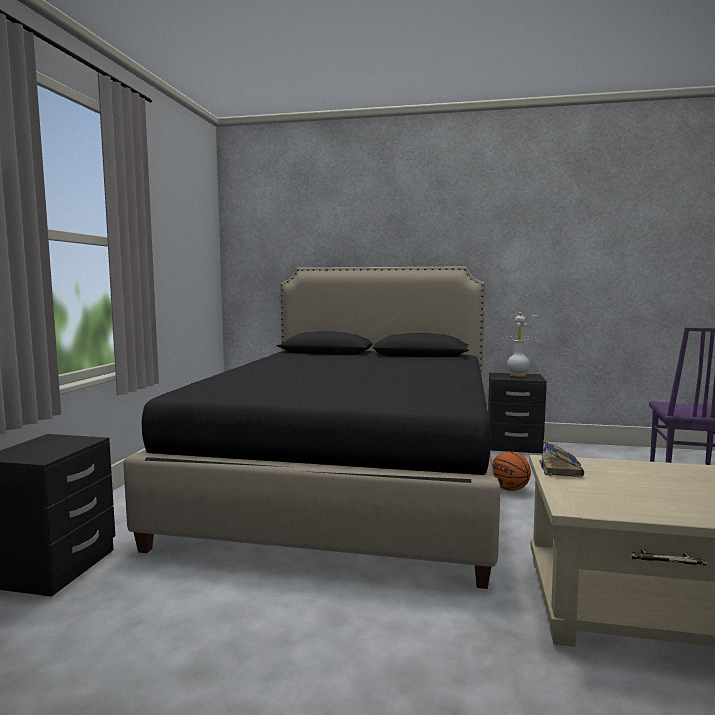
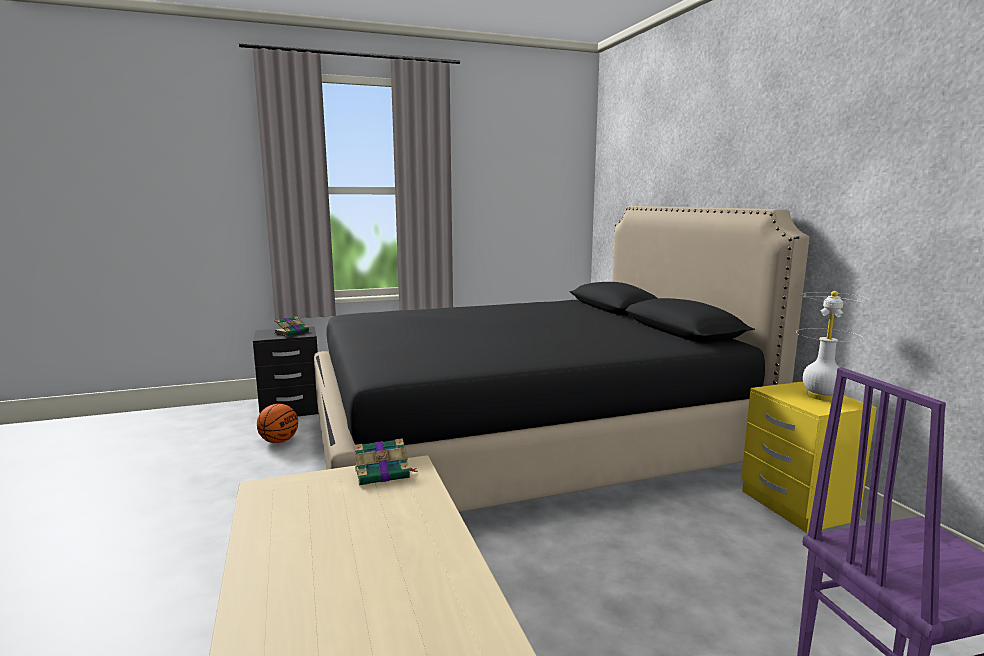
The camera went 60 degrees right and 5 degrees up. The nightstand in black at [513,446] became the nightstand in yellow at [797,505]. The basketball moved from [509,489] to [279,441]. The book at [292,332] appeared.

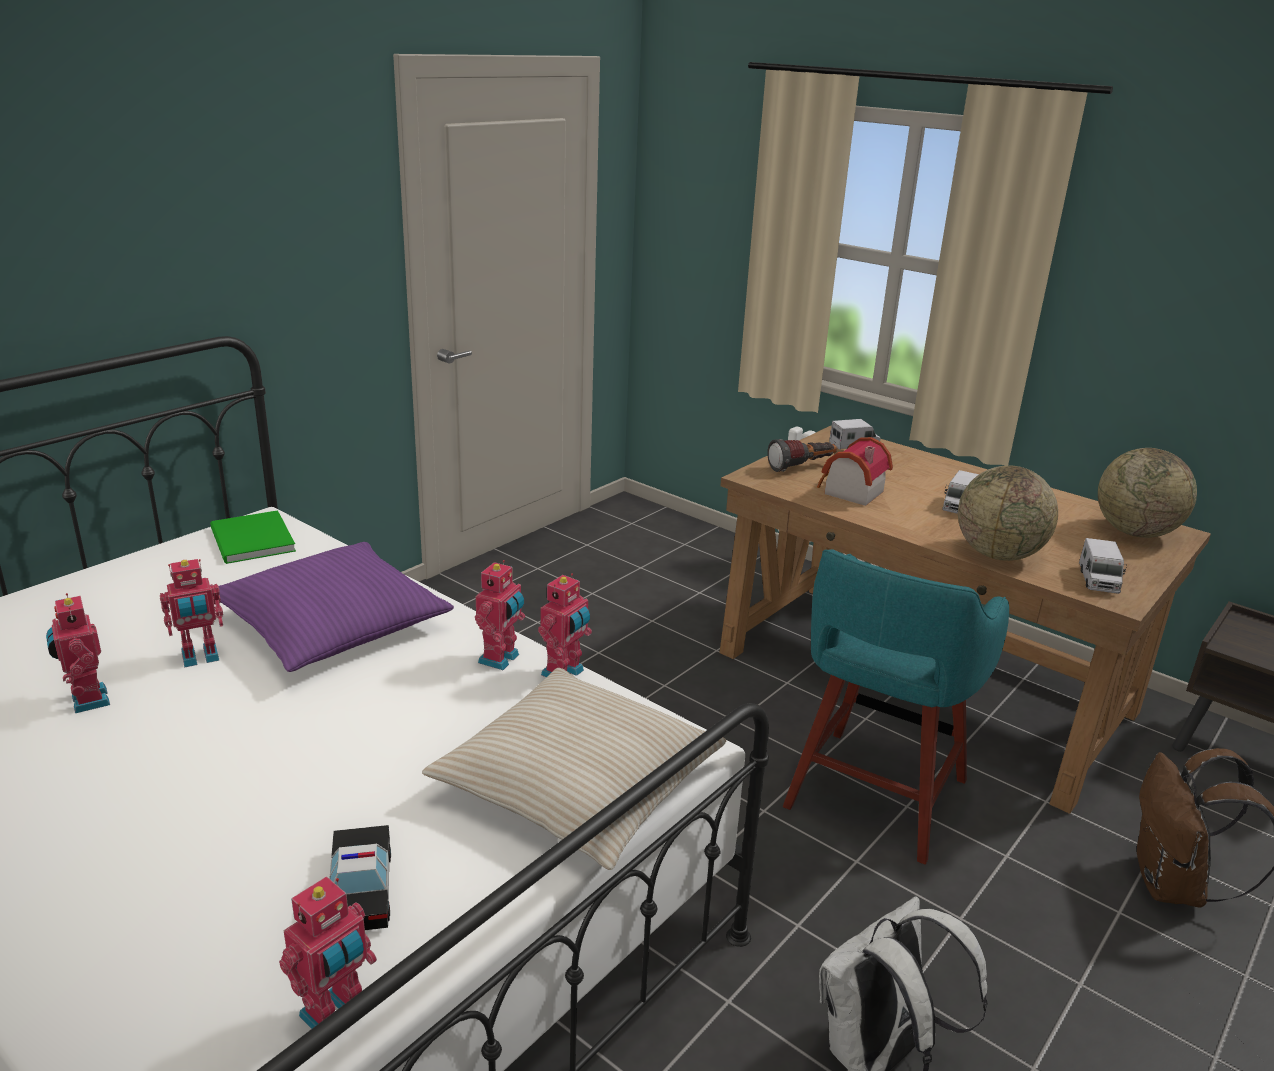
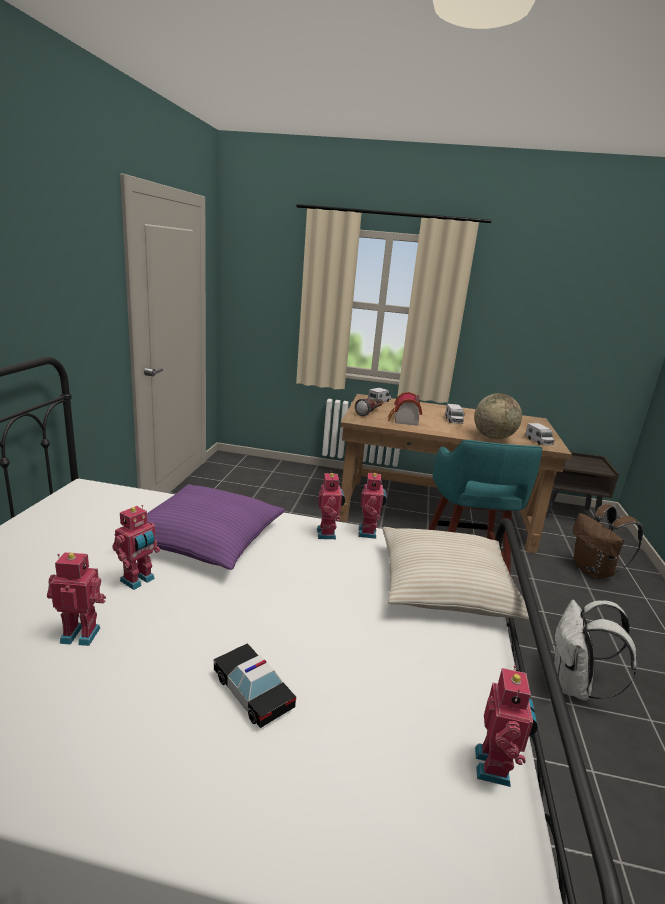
The camera went 30 degrees left and 5 degrees down. The toy robot at [87,700] turned 150 degrees clockwise. The book in green at [251,541] disappeared. The toy car moved from [361,889] to [253,691]. The globe at [1135,532] disappeared.

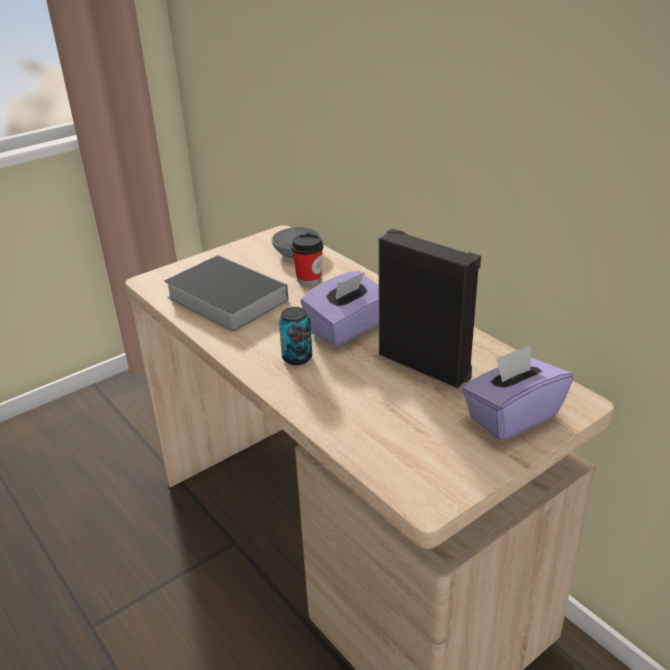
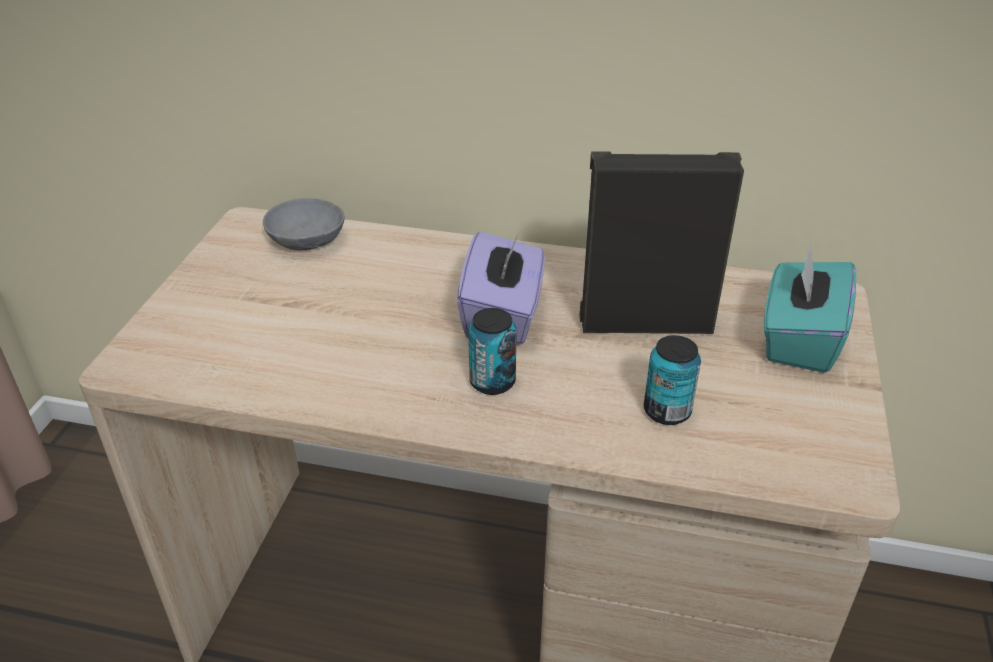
The camera went 40 degrees left and 5 degrees up. The book at [223,298] disappeared. The cup at [309,279] disappeared. The tissue box in purple at [512,416] became the tissue box in turquoise at [799,339]. The can at [667,411] appeared.

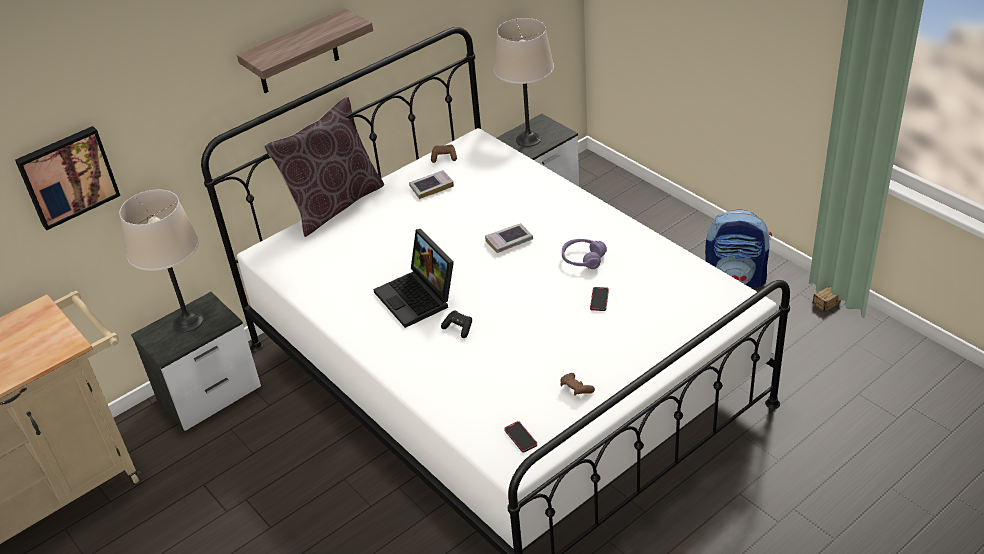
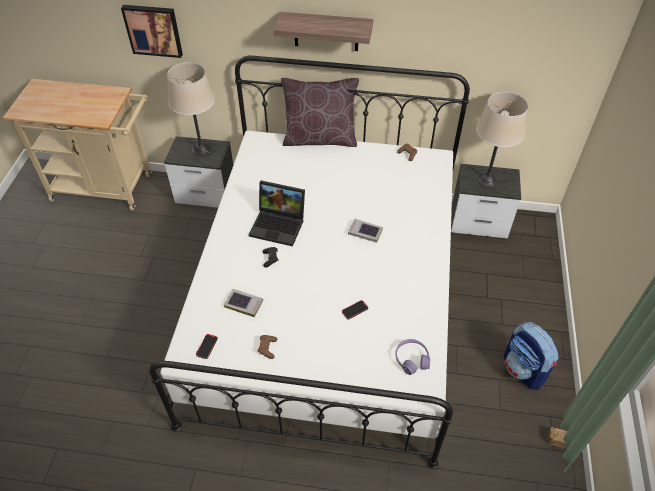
The camera went 45 degrees right and 10 degrees up. The laptop at [418,297] turned 90 degrees counterclockwise. The book moved from [431,187] to [244,304]. The headphones in purple moved from [583,259] to [411,359].

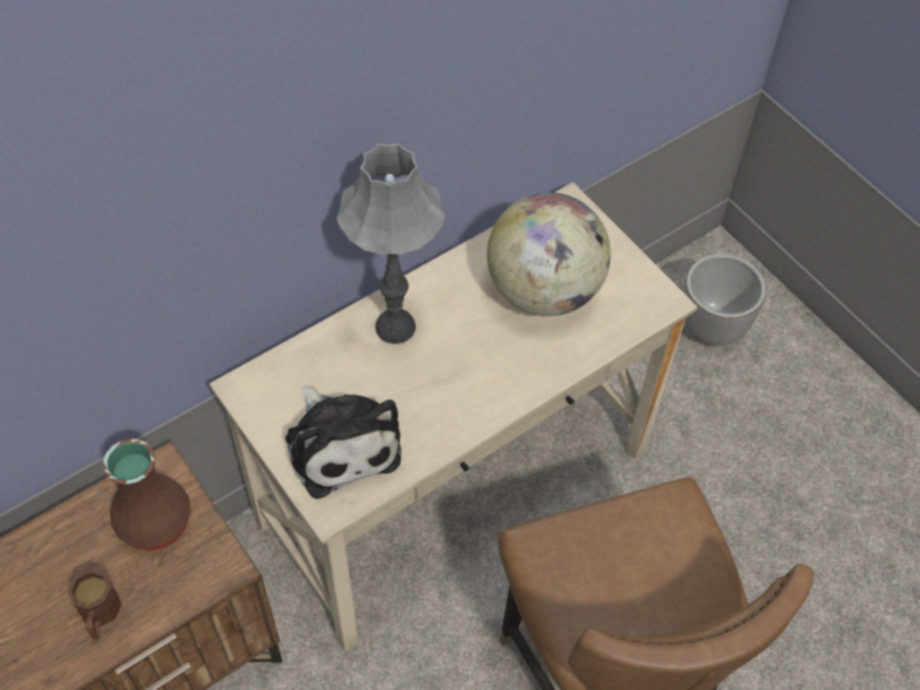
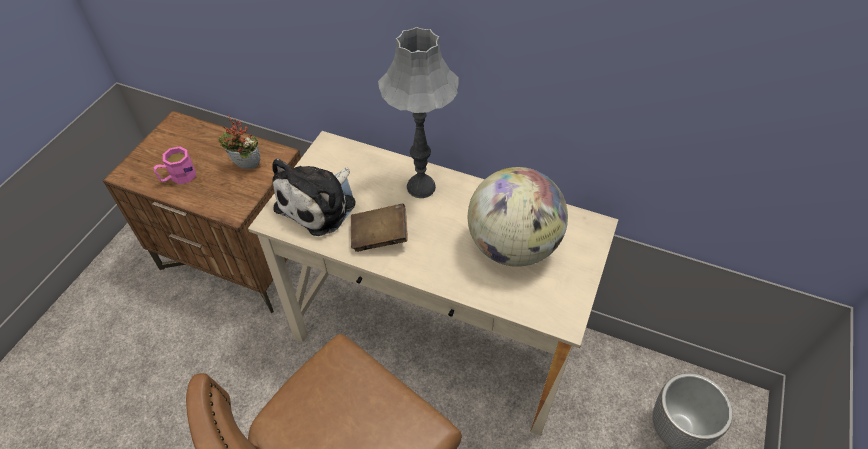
The camera went 60 degrees right and 5 degrees down. The mug in brown at [99,616] became the mug in pink at [178,177]. The vase in brown at [153,520] was replaced by the potted plant at [246,168]. The book in brown at [379,237] appeared.

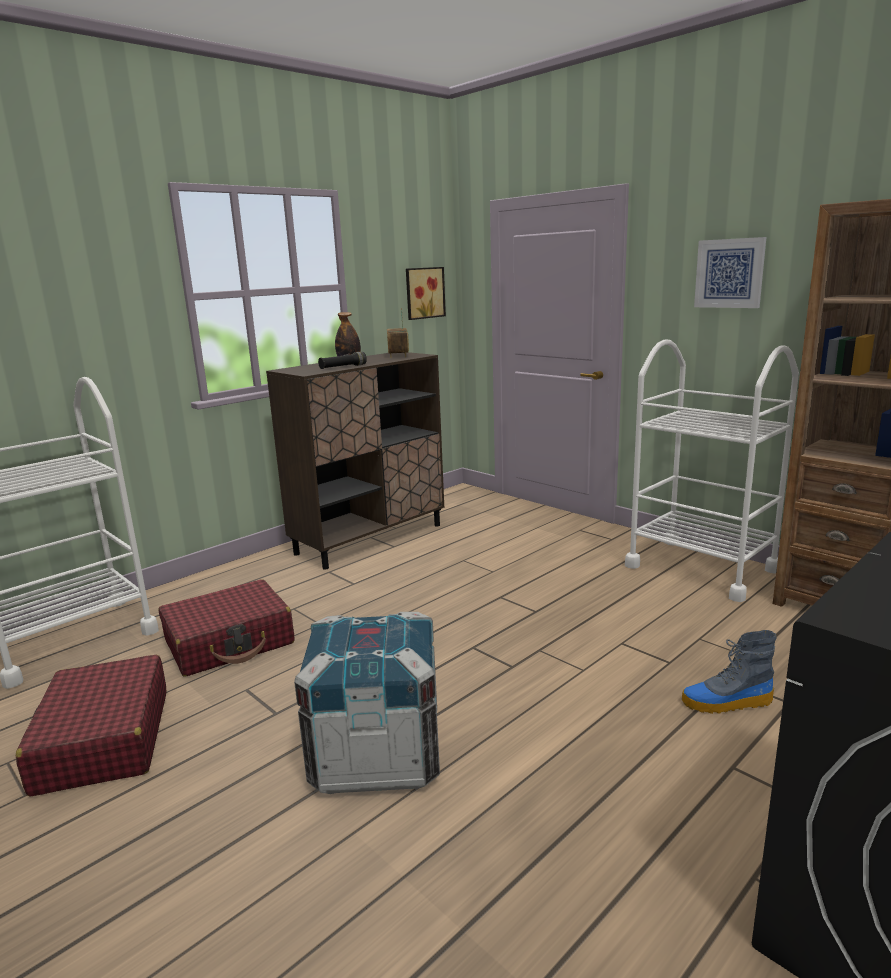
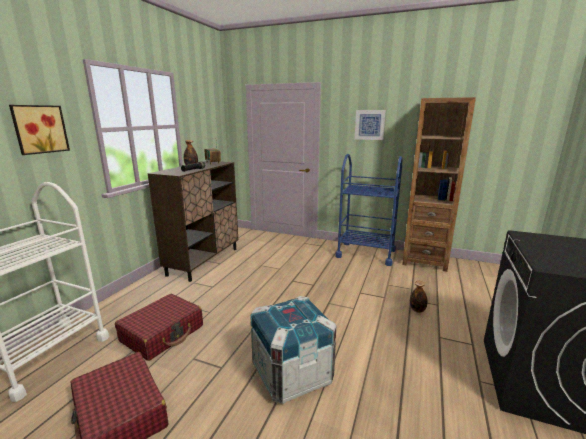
The camera went 25 degrees left and 0 degrees up. The picture moved from [423,293] to [39,129]. The cart in white at [701,568] became the cart in blue at [366,253]. The boot at [726,703] was replaced by the bottle at [417,310].

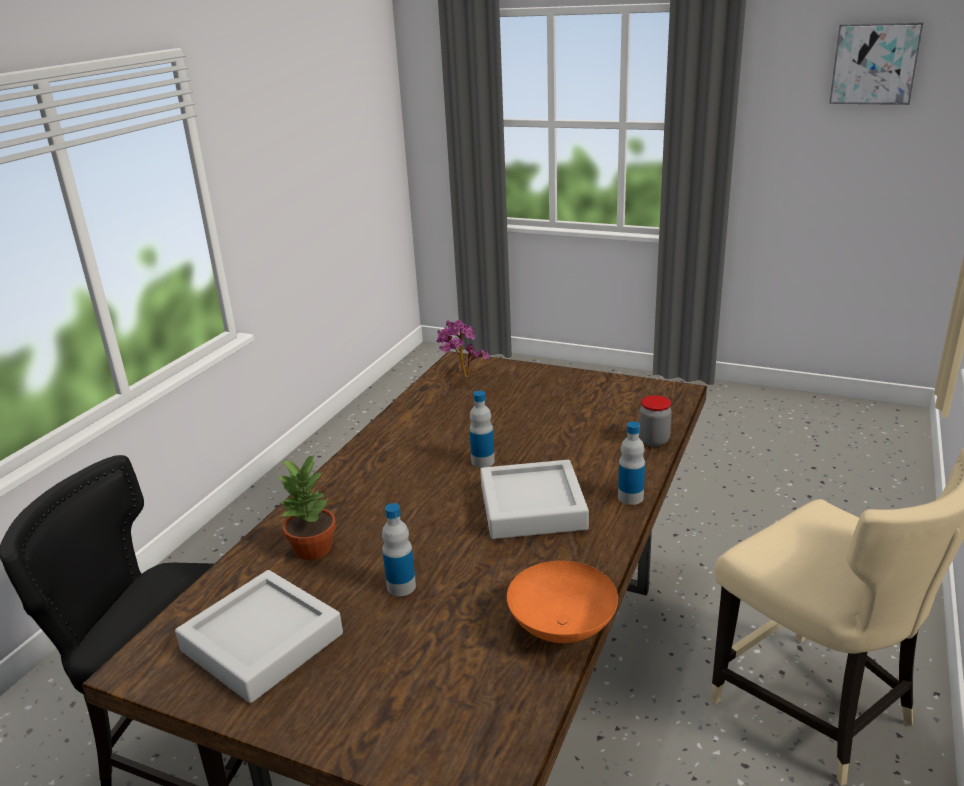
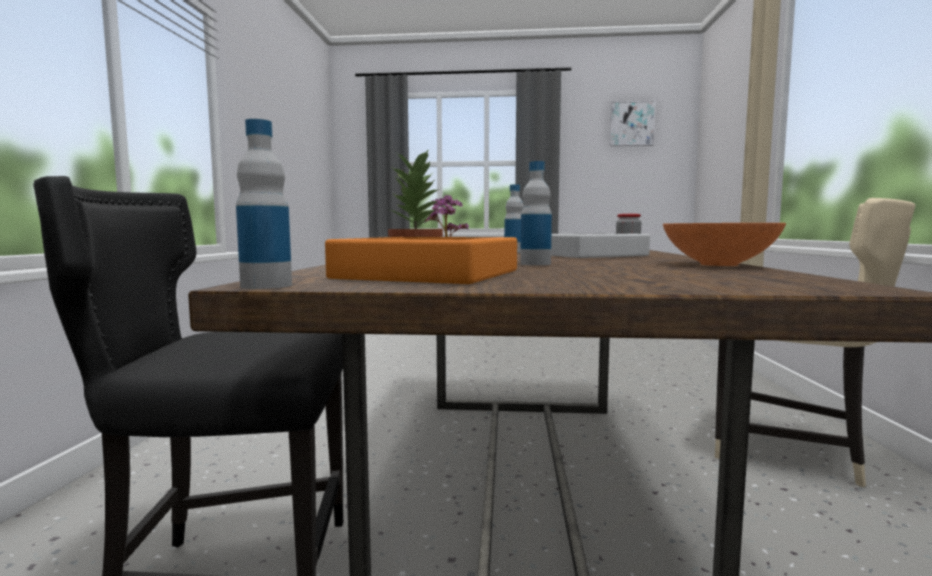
The camera went 20 degrees left and 20 degrees down. The tray in grey at [262,642] became the tray in orange at [429,274]. The bottle moved from [630,497] to [266,286].

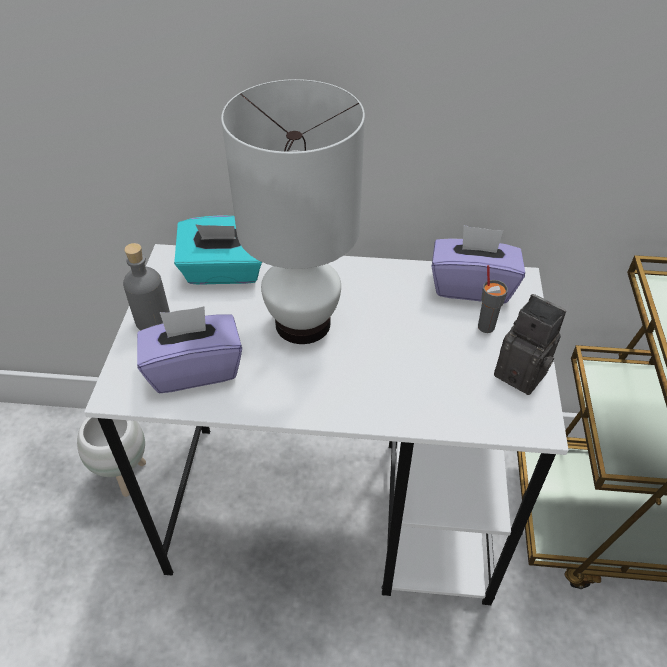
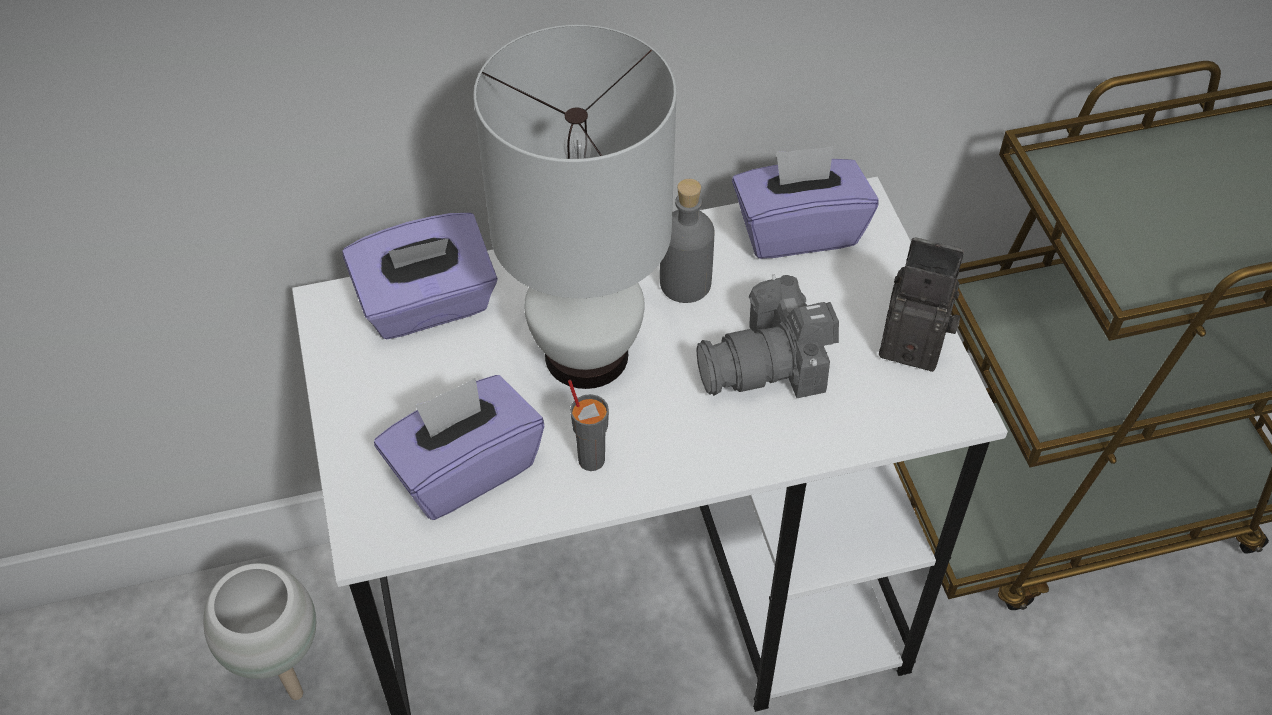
The camera went 20 degrees left and 5 degrees up. The bottle in grey moved from [153,320] to [685,284]. The tissue box in turquoise at [224,272] became the tissue box in purple at [427,305]. The cup in grey moved from [486,326] to [591,459]. The photo camera at [770,365] appeared.

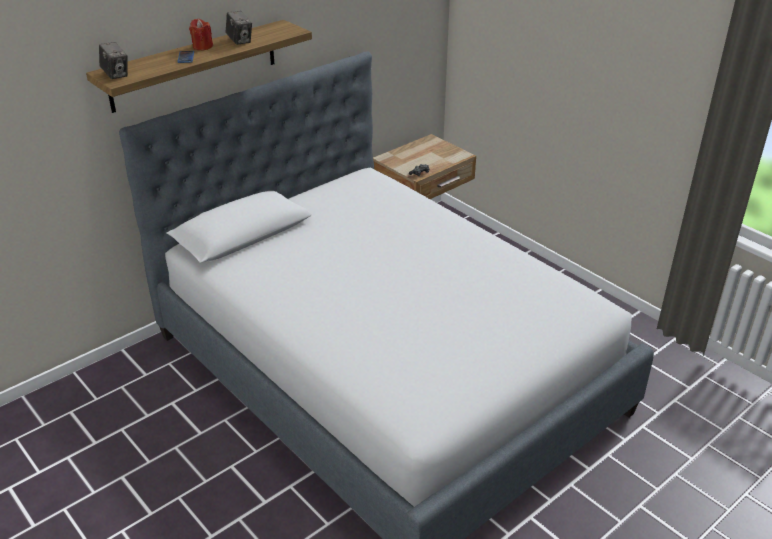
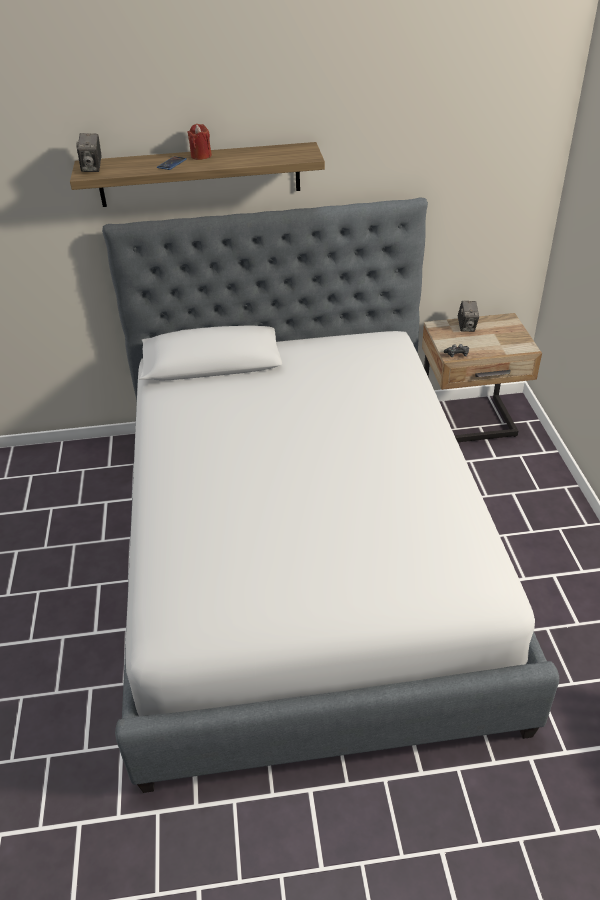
The camera went 35 degrees right and 5 degrees up. The photo camera moved from [240,41] to [466,327].

